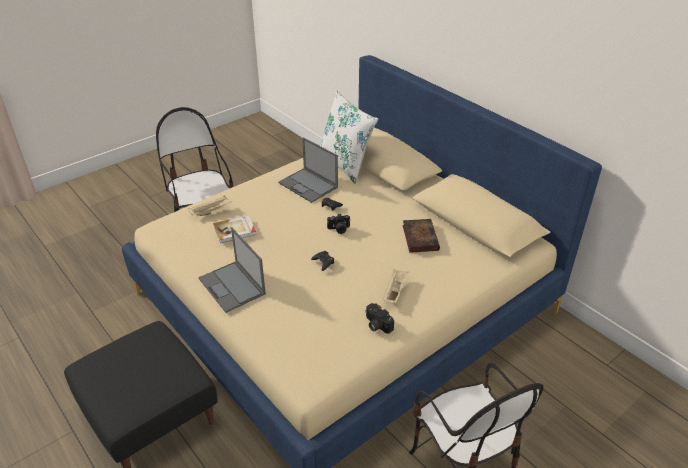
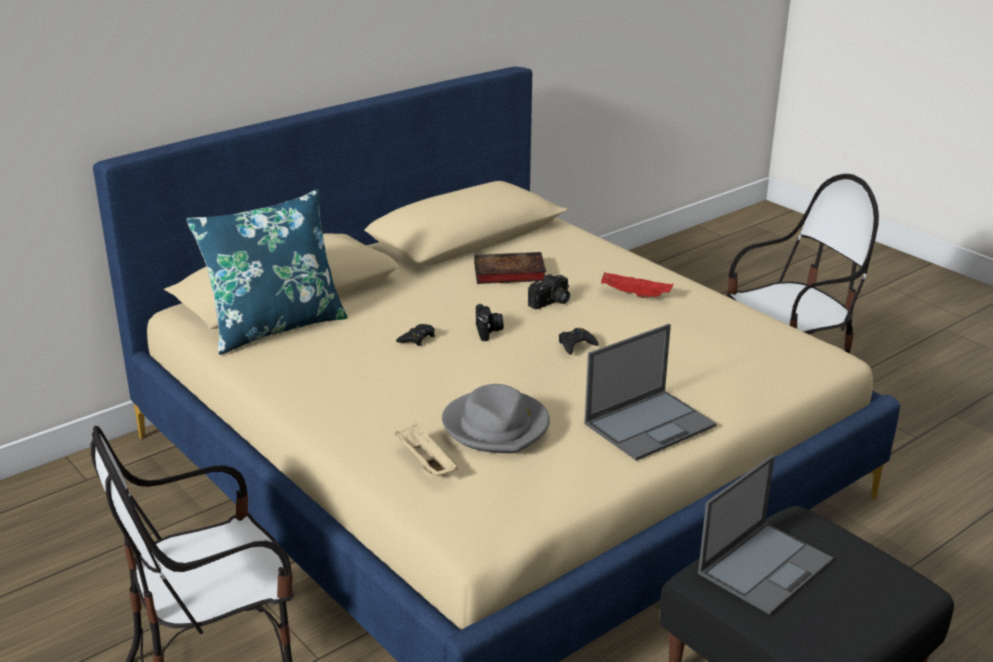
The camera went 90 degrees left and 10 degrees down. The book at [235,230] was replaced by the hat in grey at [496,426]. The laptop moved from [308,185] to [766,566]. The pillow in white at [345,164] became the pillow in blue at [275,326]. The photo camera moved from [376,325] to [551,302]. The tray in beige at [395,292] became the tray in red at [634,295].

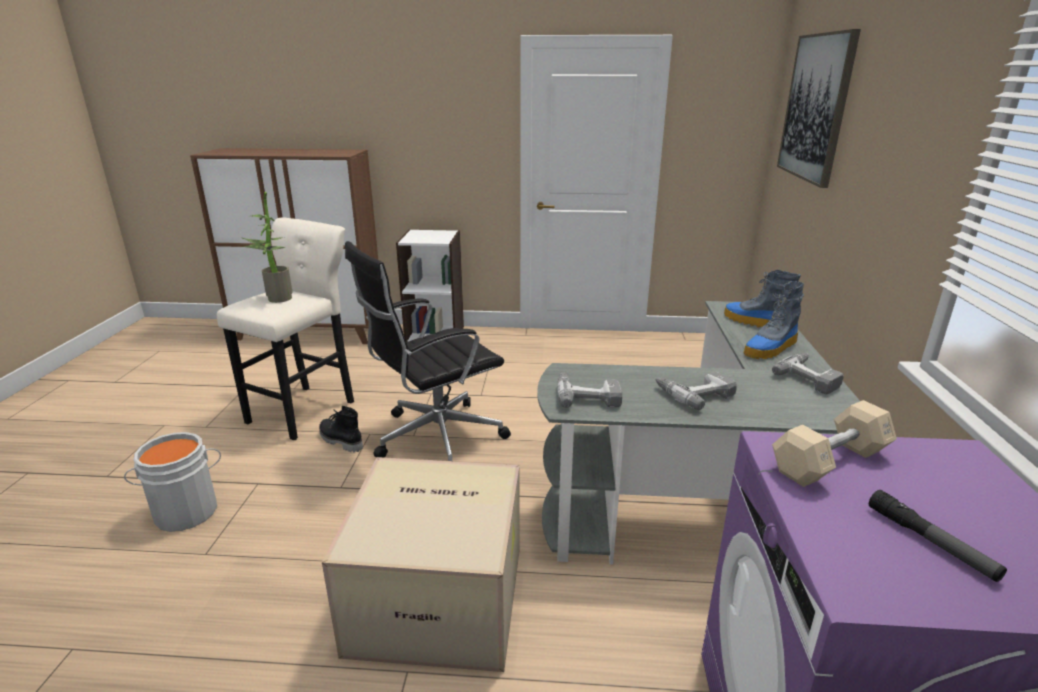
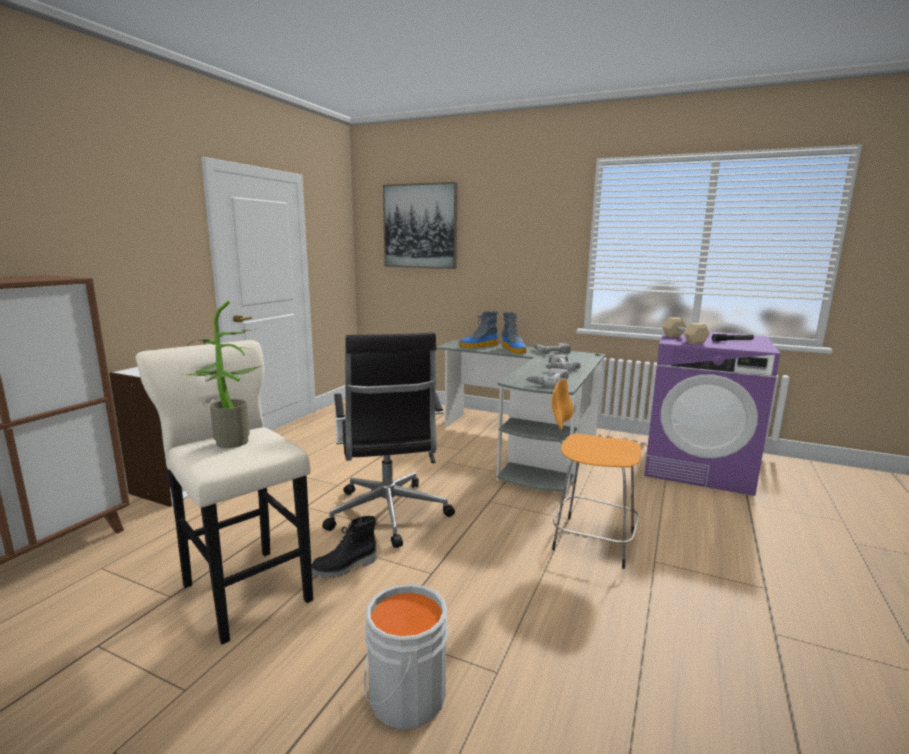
The camera went 70 degrees left and 10 degrees down. The cardboard box at [441,597] was replaced by the stool in orange at [590,540].

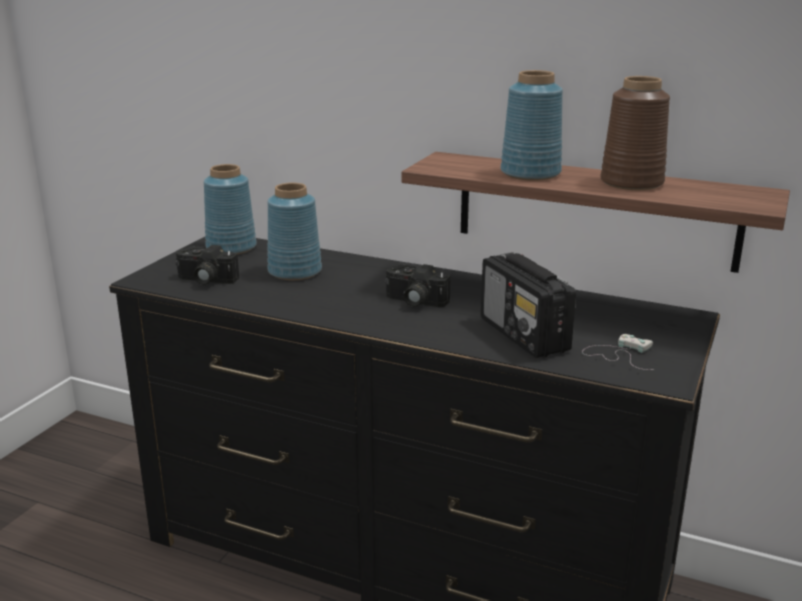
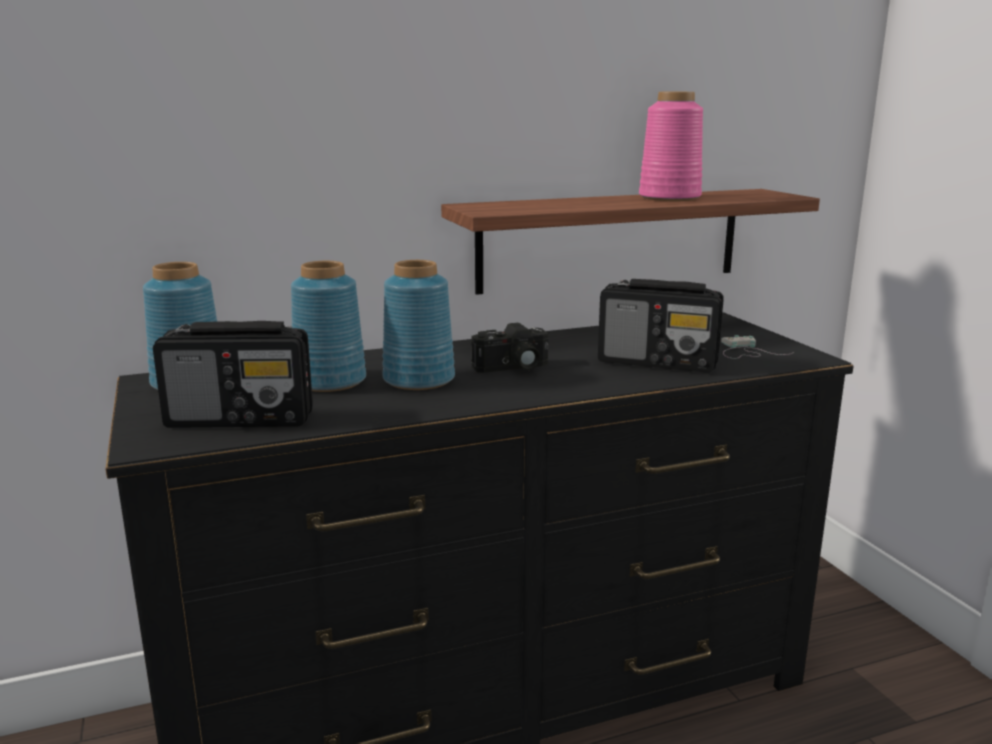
The camera went 45 degrees left and 5 degrees down. The photo camera at [205,280] was replaced by the radio at [242,419]. The vase in blue moved from [531,173] to [420,380]. The vase in brown at [631,183] became the vase in pink at [669,198].

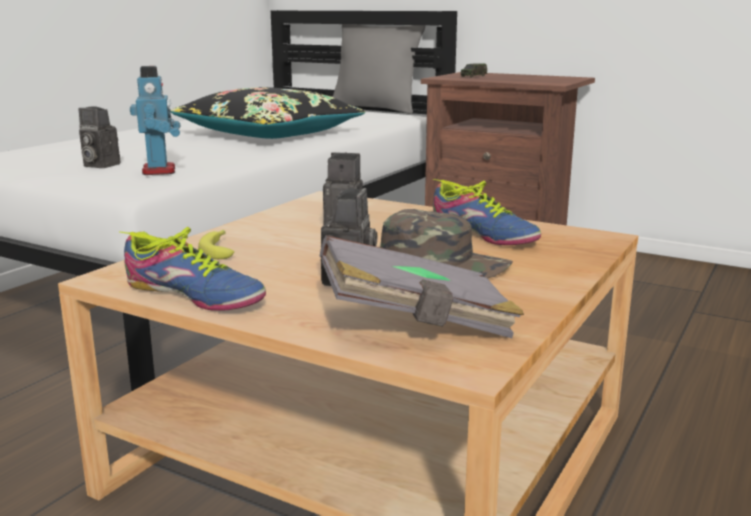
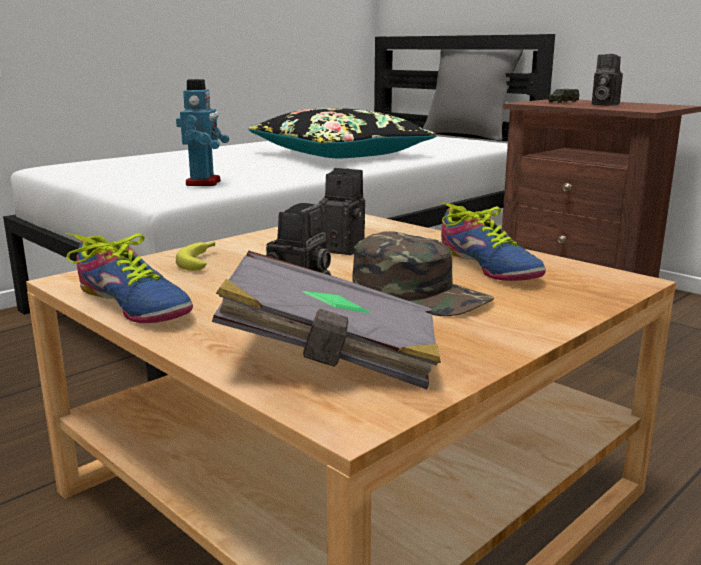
The camera went 15 degrees right and 0 degrees up. The photo camera moved from [99,165] to [603,104].

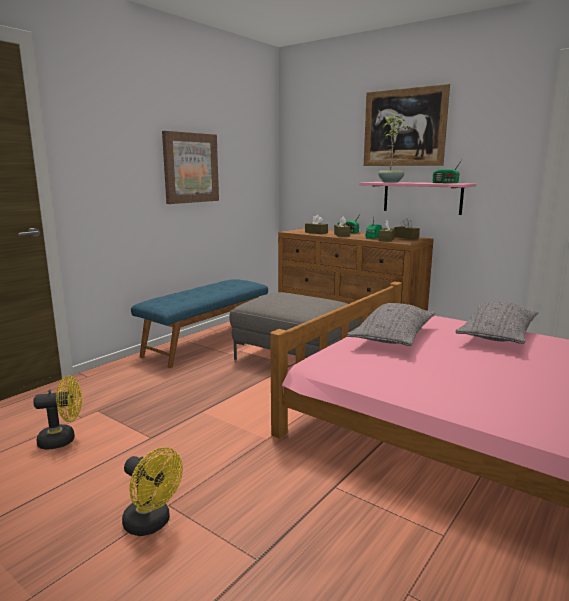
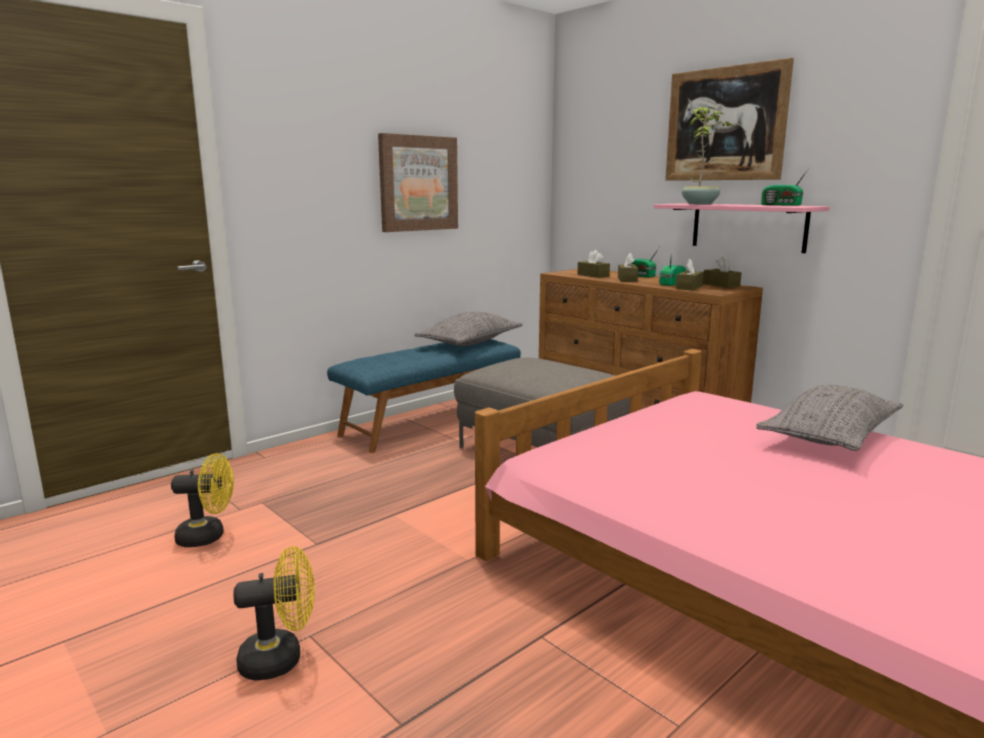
The camera went 10 degrees right and 0 degrees up. The fan in yellow at [152,524] turned 60 degrees counterclockwise. The pillow in grey moved from [393,337] to [470,343].

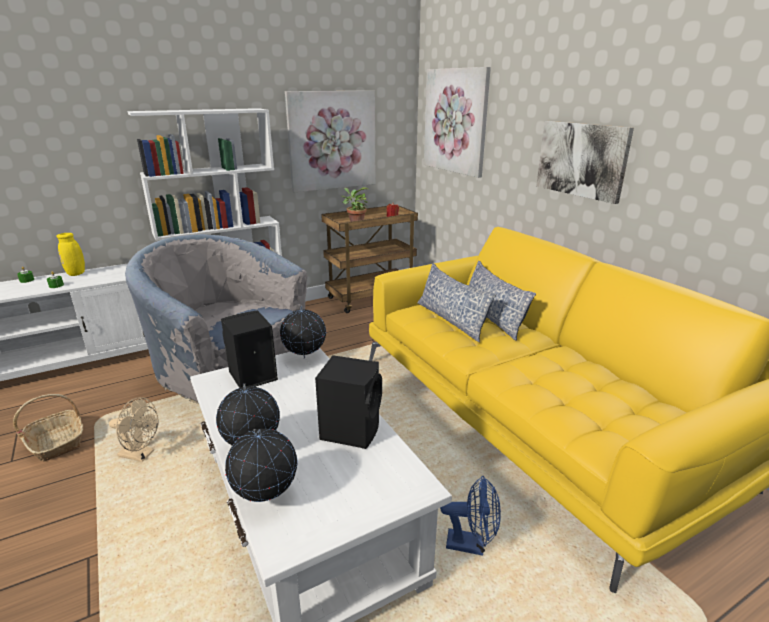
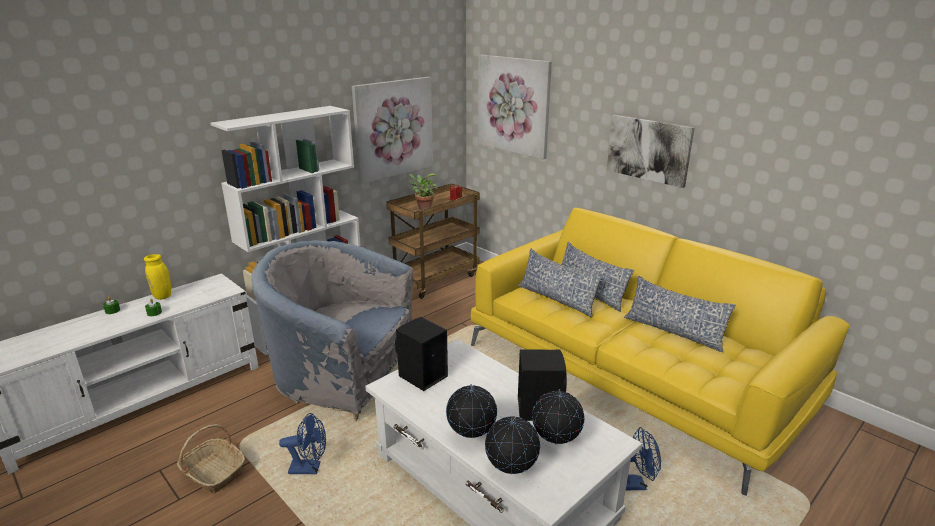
The camera went 15 degrees left and 0 degrees up. The fan in beige at [141,455] became the fan in blue at [310,468]. The globe moved from [305,357] to [556,442]. The pillow at [673,331] appeared.

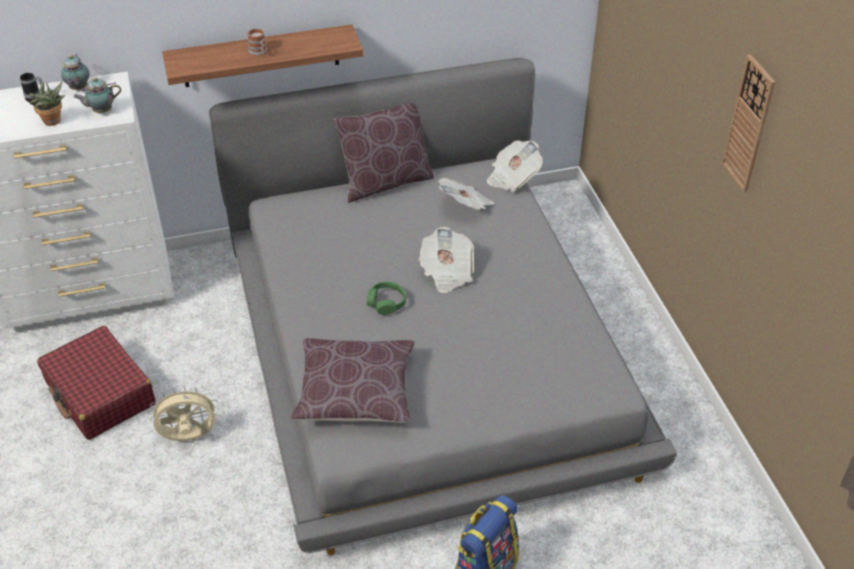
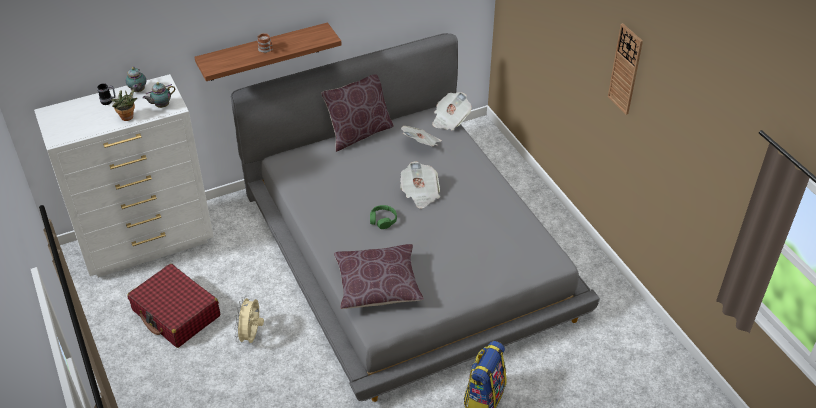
The camera went 10 degrees left and 0 degrees up. The fan in beige at [189,438] turned 60 degrees counterclockwise.

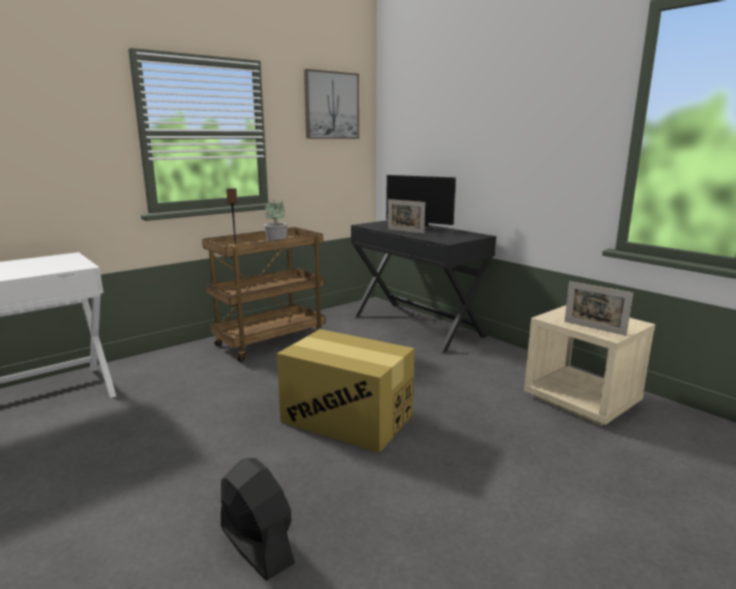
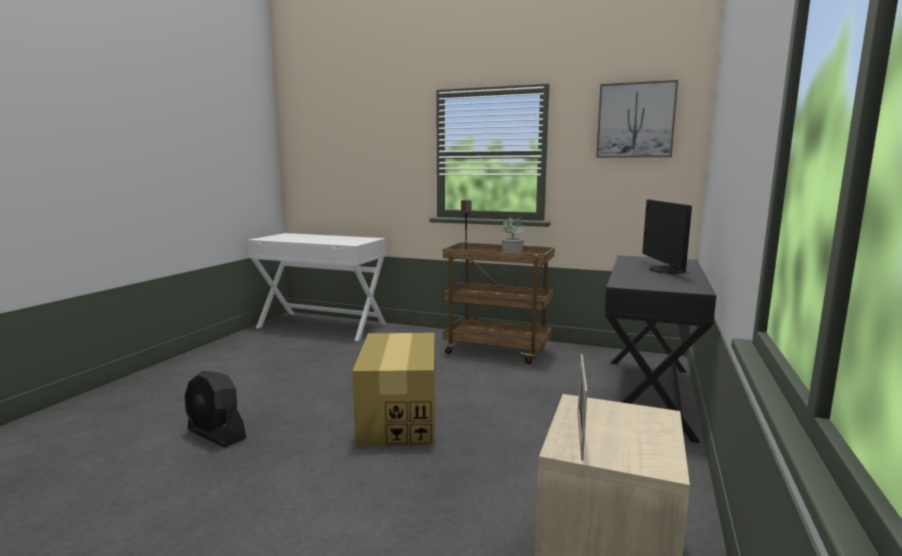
The camera went 60 degrees right and 5 degrees down. The fan in black at [256,545] turned 105 degrees clockwise. The picture frame at [405,231] disappeared.

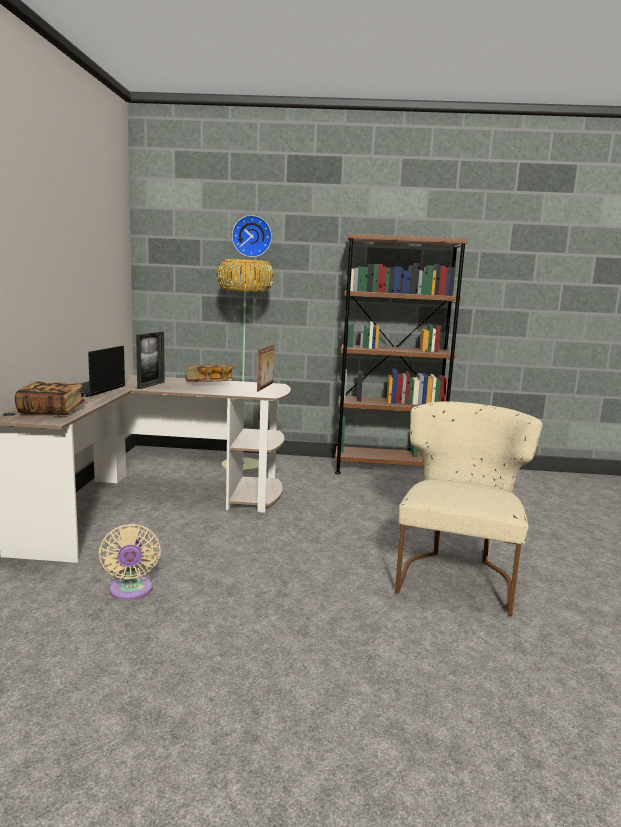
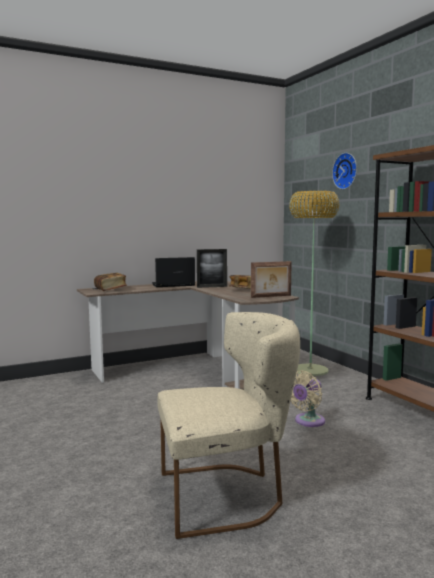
The camera went 60 degrees right and 5 degrees down. The fan in beige moved from [131,591] to [307,421].

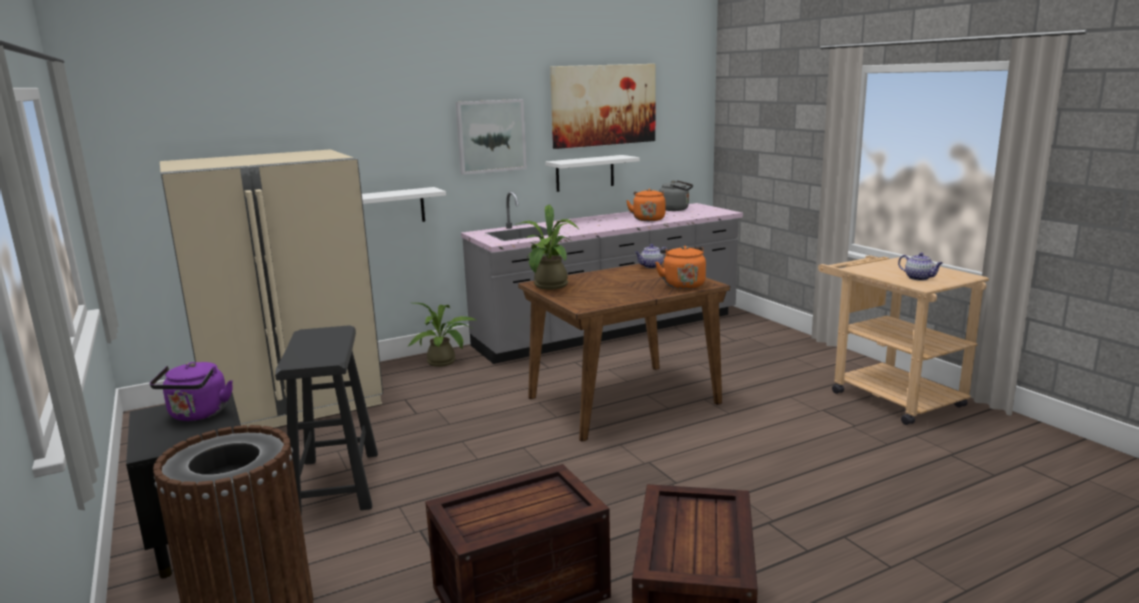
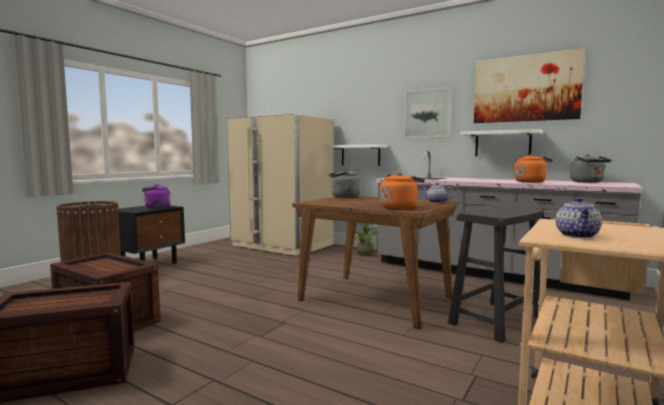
The camera went 60 degrees right and 10 degrees down. The stool in black moved from [336,484] to [496,321]. The potted plant at [549,287] was replaced by the kettle in grey at [343,197].

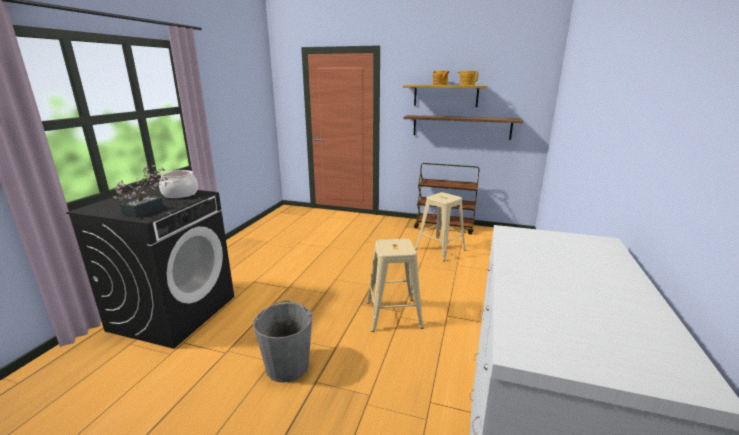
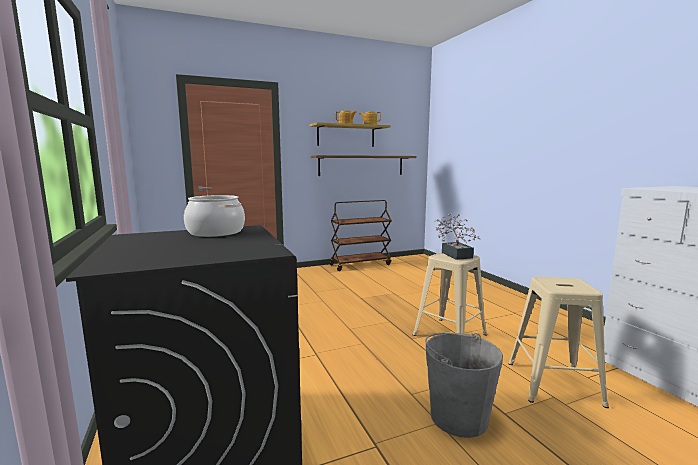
The camera went 40 degrees left and 10 degrees down. The potted plant moved from [147,210] to [455,254]. The stool in beige moved from [441,249] to [554,382].

